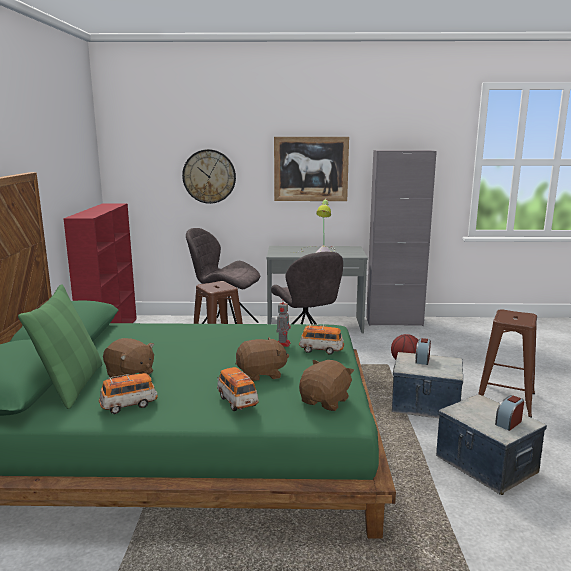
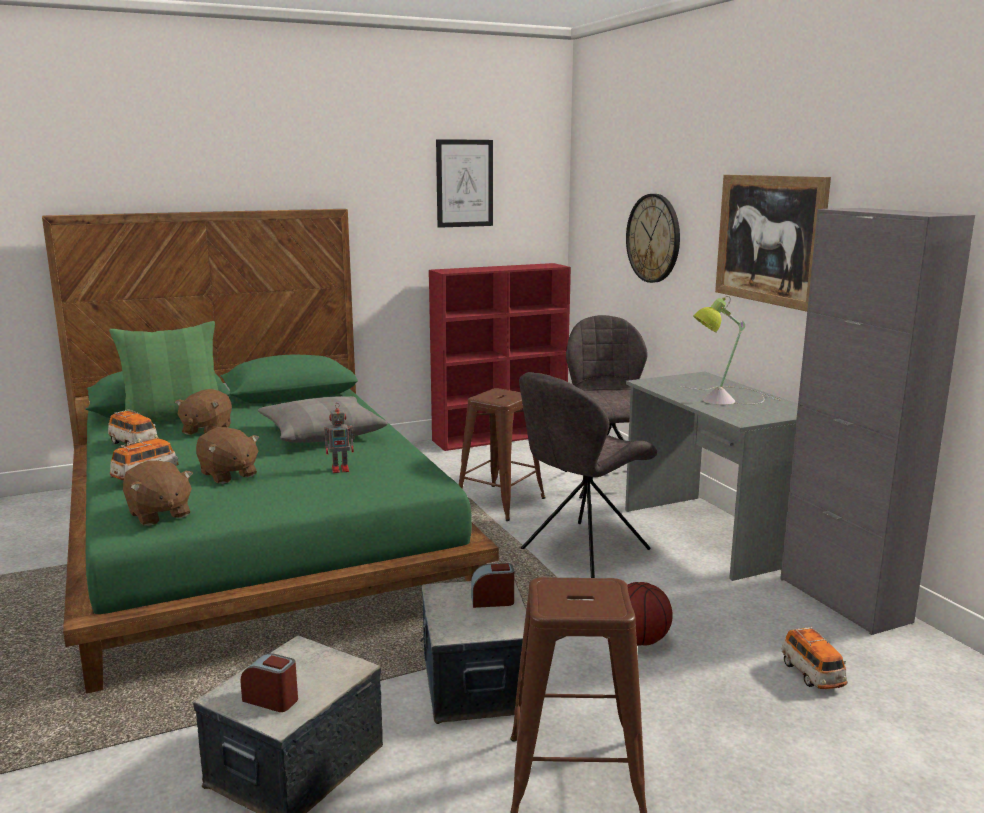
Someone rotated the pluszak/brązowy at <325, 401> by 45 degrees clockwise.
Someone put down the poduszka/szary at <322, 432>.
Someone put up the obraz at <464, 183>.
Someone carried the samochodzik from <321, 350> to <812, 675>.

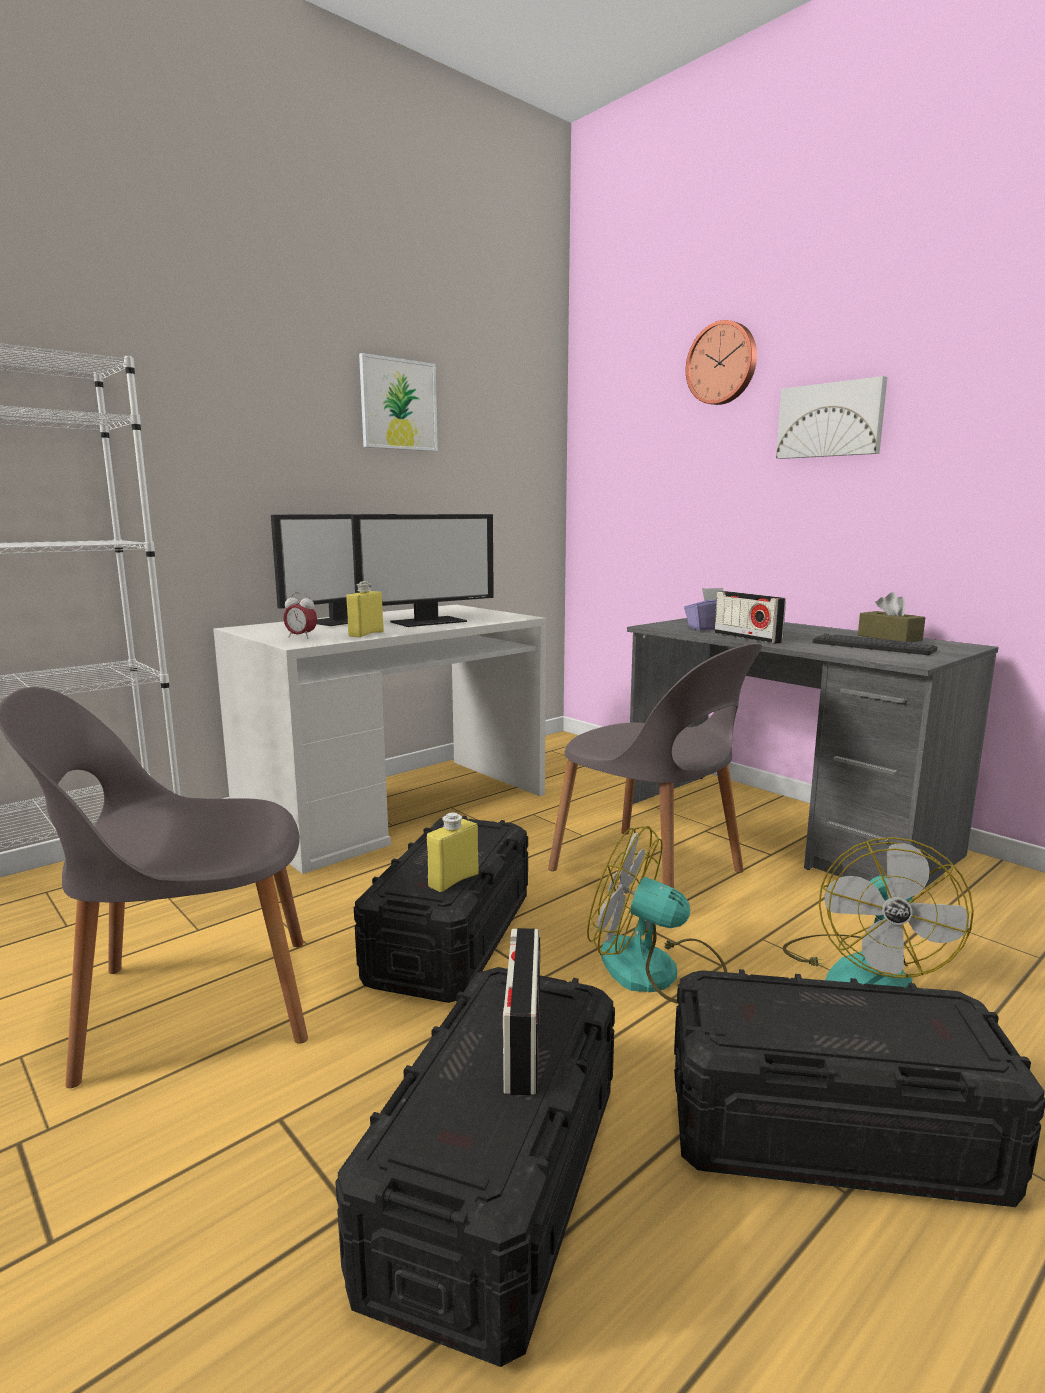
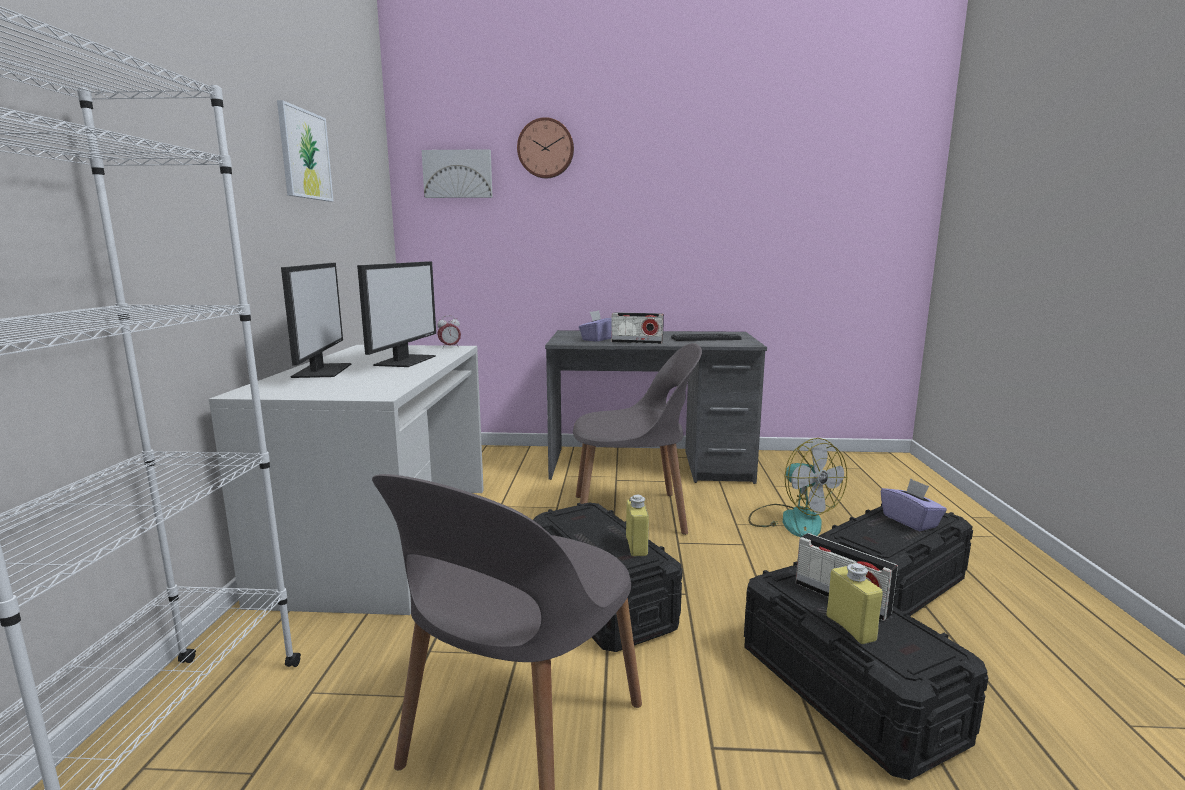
Someone carried the obraz from <831, 420> to <458, 174>.
Someone carried the budzik from <301, 637> to <449, 347>.
Someone carried the butelka/żółty from <366, 634> to <850, 628>.
Someone put down the pudełko chusteczek/fioletowy at <910, 521>.
Someone took away the wentylator at <657, 972>.
Someone took away the pudełko chusteczek/brązowy at <889, 638>.

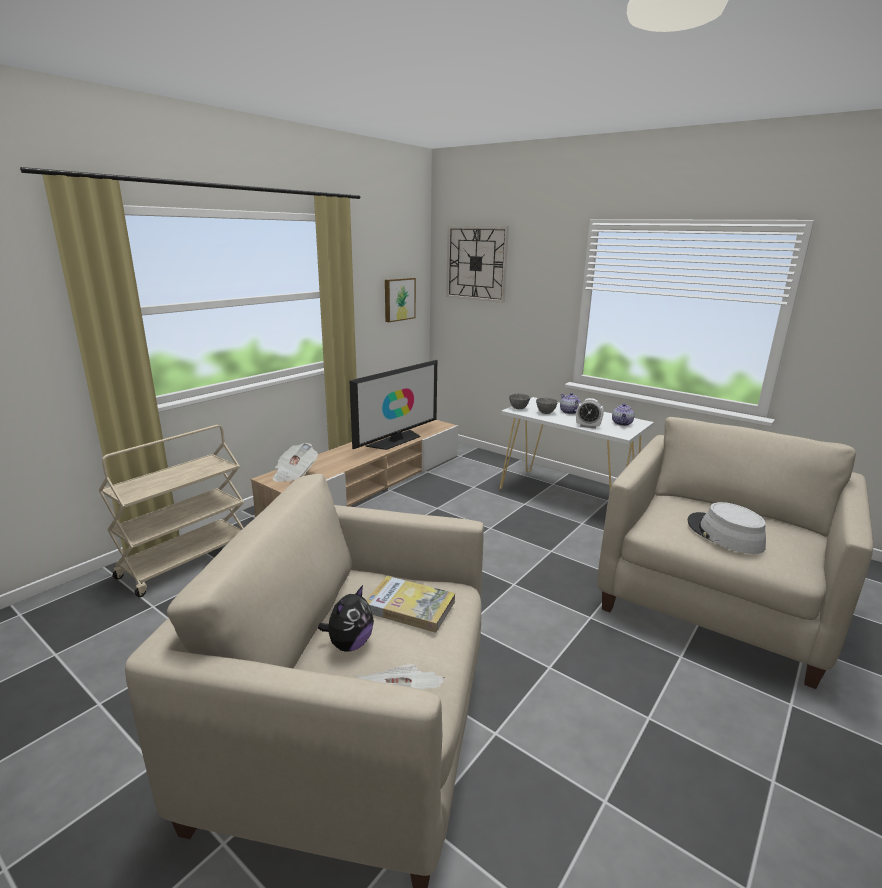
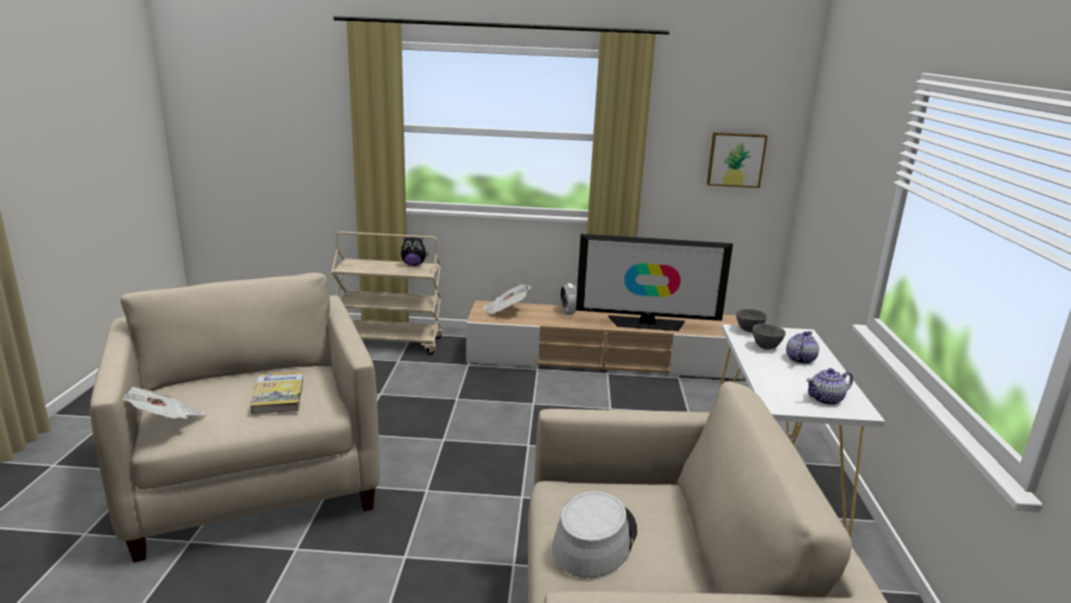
Someone carried the pluszak from <349, 644> to <414, 265>.
Someone carried the budzik from <588, 426> to <568, 311>.
Someone took away the zegar ścienny at <476, 263>.

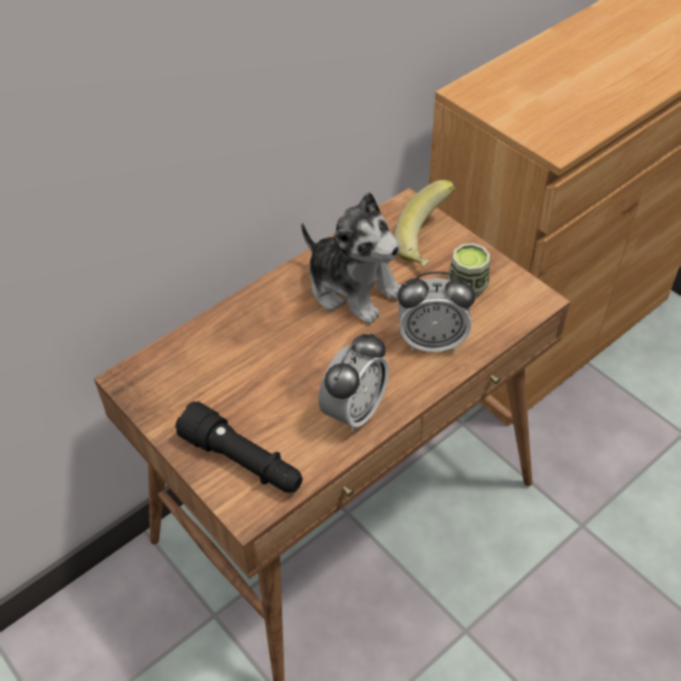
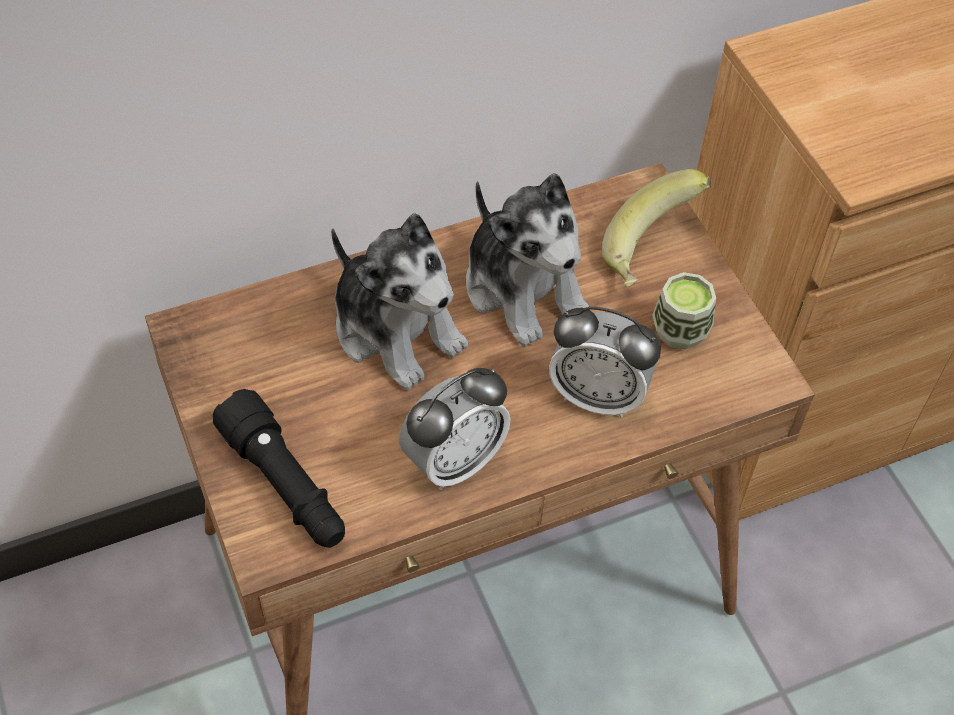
Someone put down the pluszak at <396, 330>.

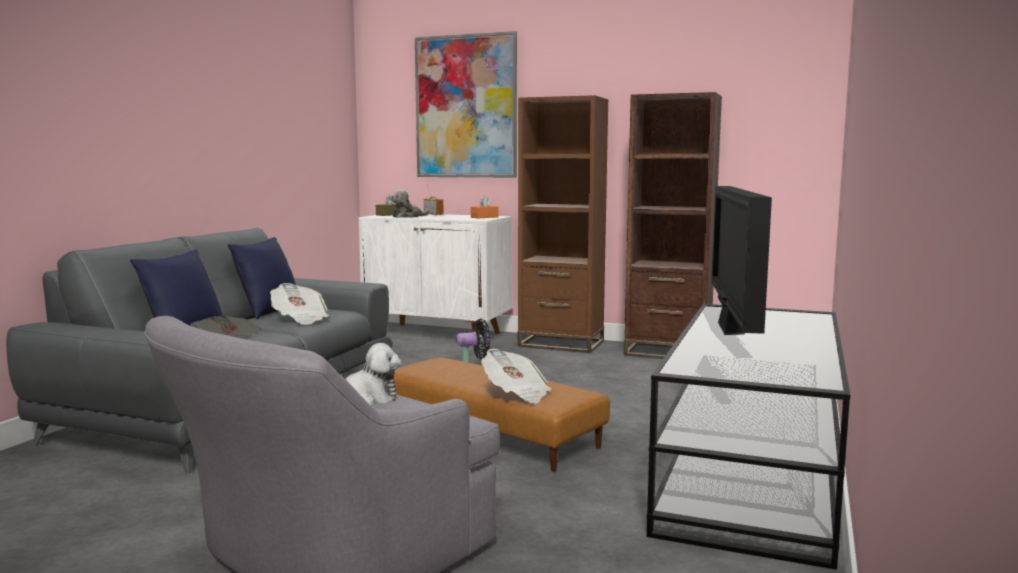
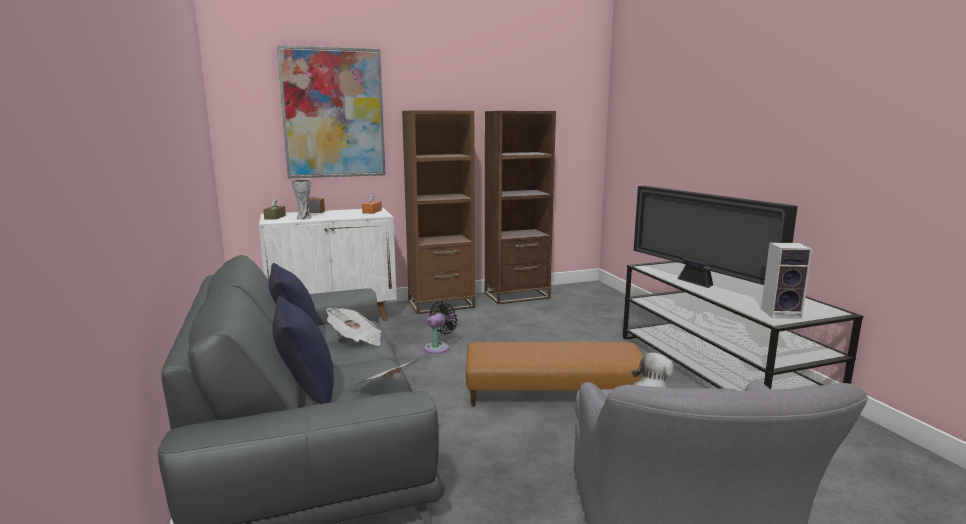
Someone swapped the pluszak at <408, 216> for the wazon at <304, 218>.
Someone put down the głośnik at <782, 313>.
Someone took away the gazeta at <516, 394>.

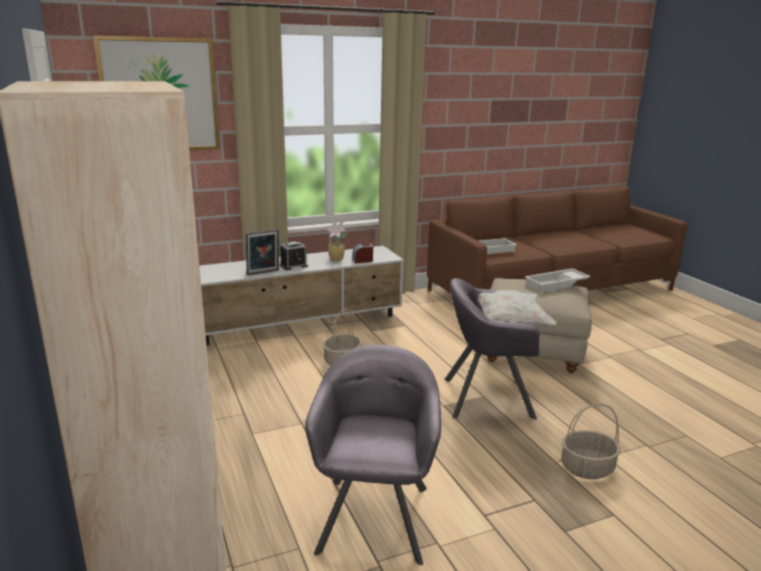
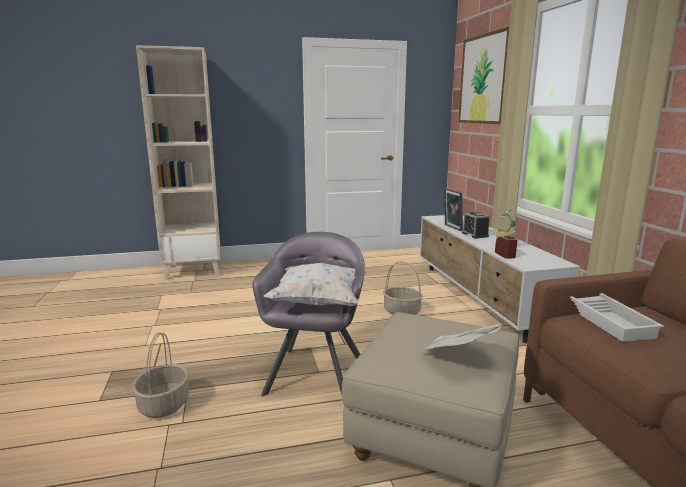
Someone swapped the taca/biały at <556, 284> for the gazeta at <459, 355>.
Someone took away the fotel/szary at <375, 517>.

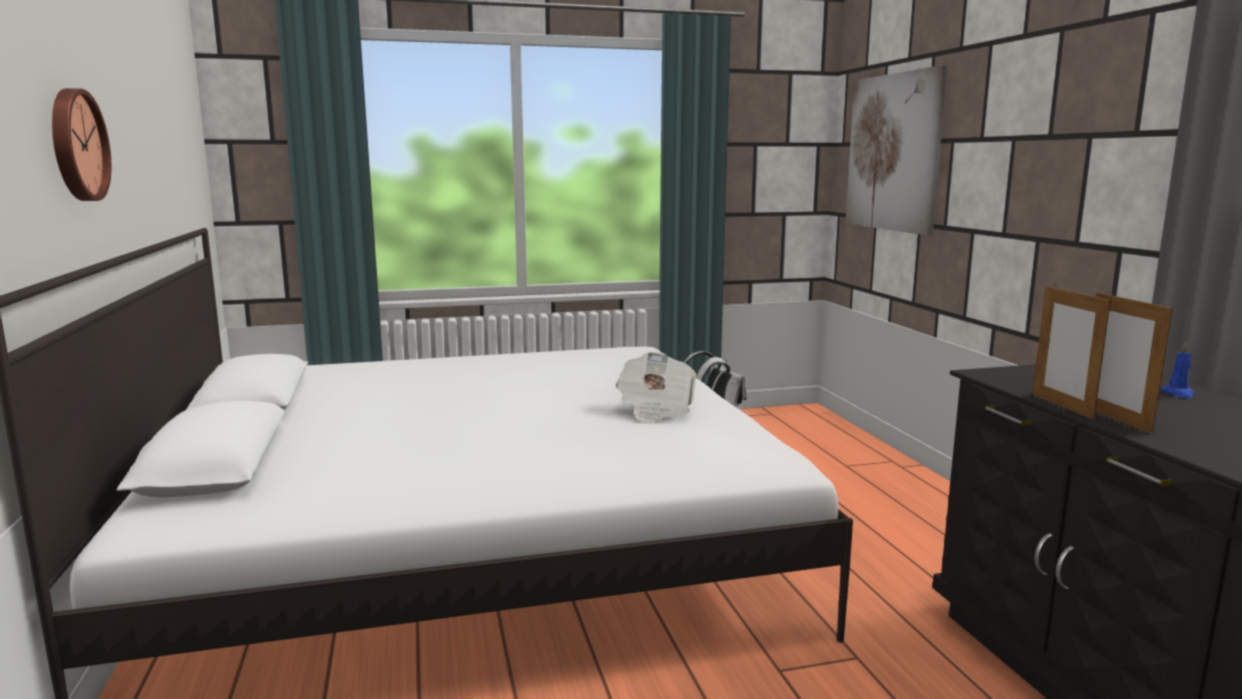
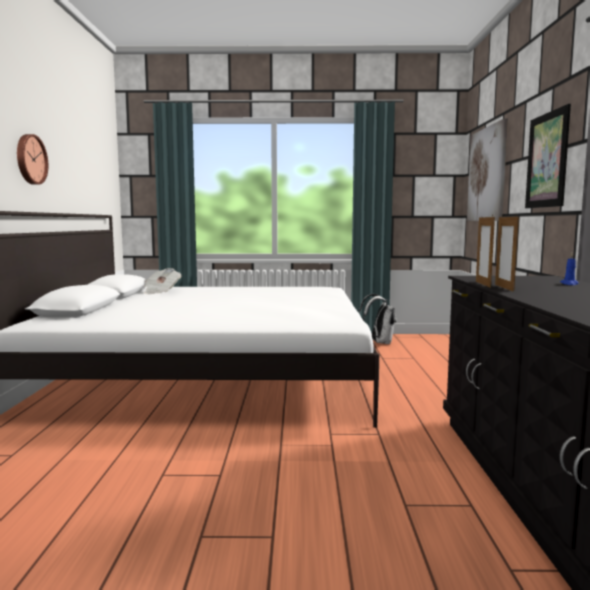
Someone carried the gazeta from <655, 408> to <161, 292>.
Someone put up the obraz at <547, 160>.

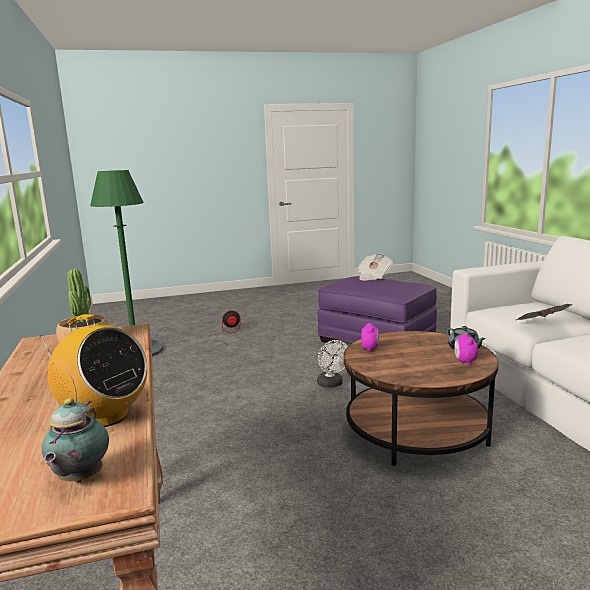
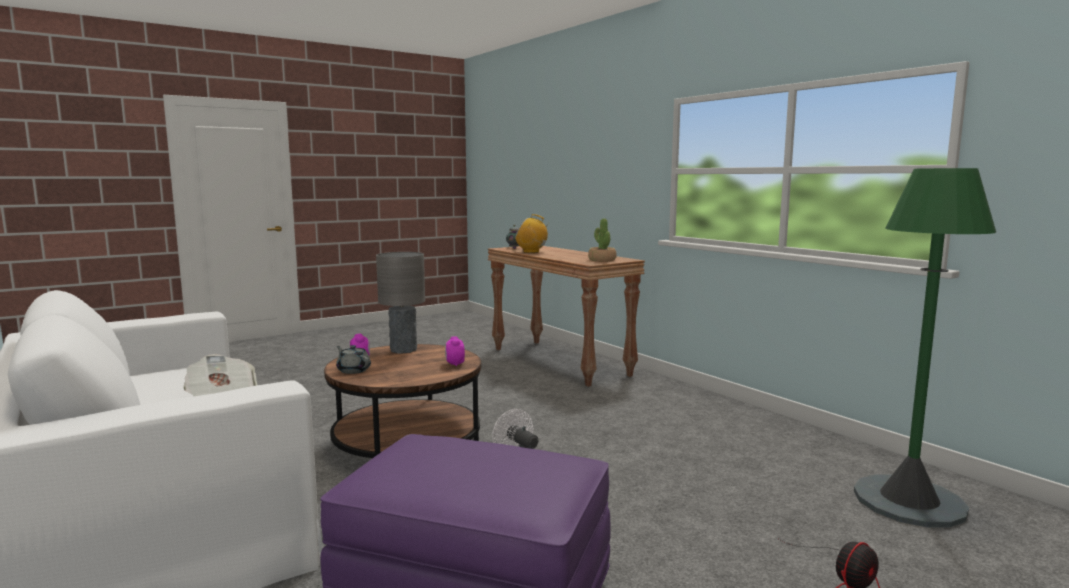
Someone put down the lampa stołowa/szary at <403, 350>.
Someone took away the gazeta at <373, 277>.

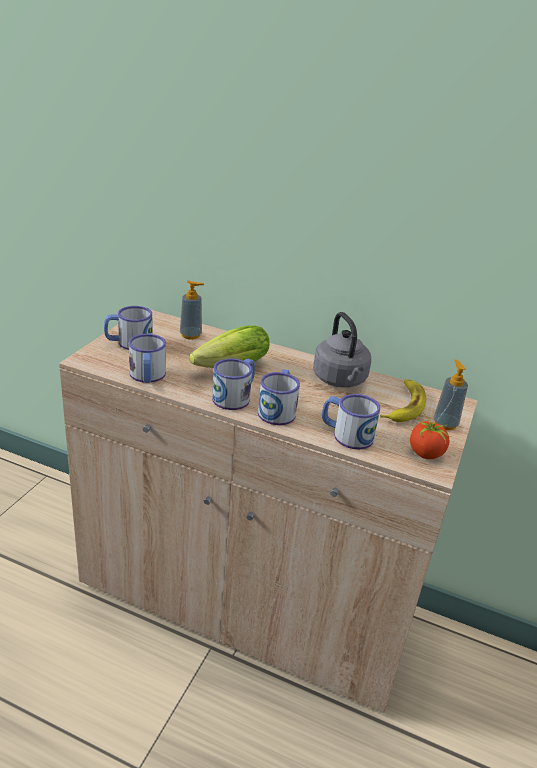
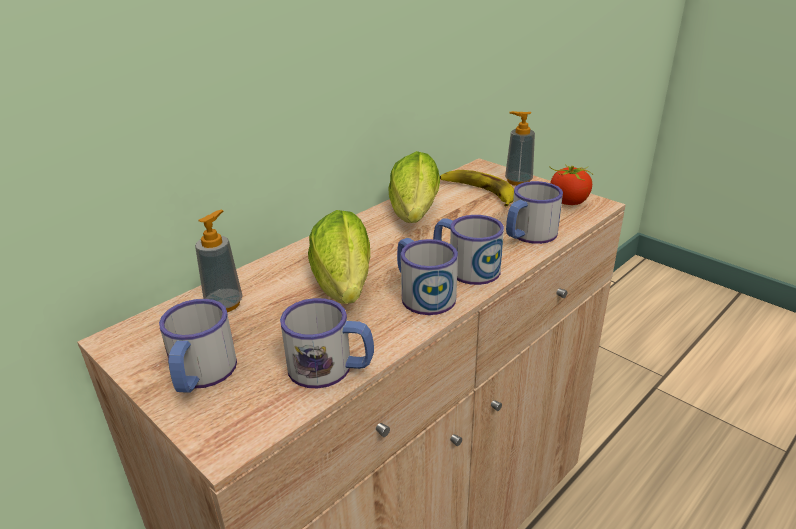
Someone swapped the czajnik/szary at <340, 380> for the sałata at <414, 215>.

